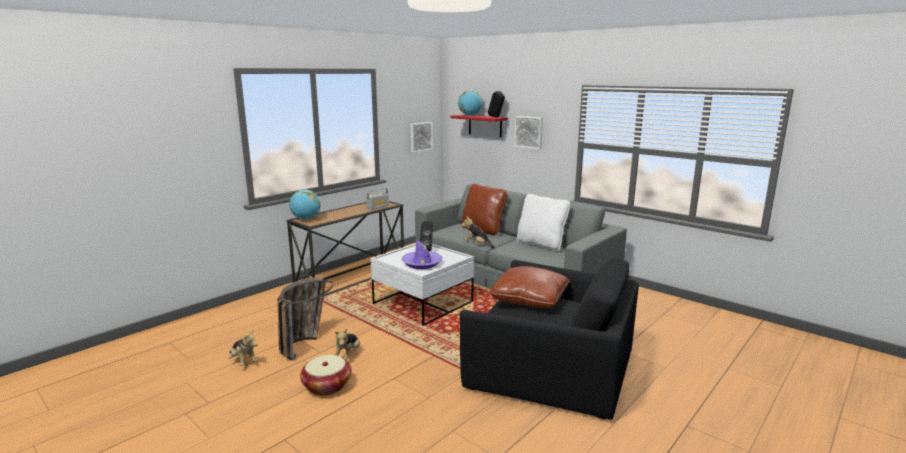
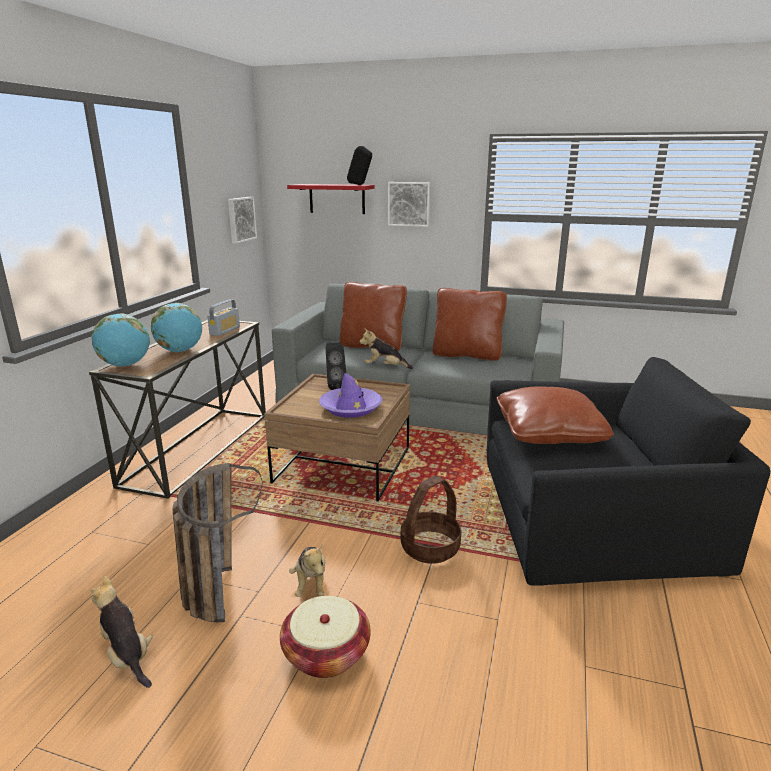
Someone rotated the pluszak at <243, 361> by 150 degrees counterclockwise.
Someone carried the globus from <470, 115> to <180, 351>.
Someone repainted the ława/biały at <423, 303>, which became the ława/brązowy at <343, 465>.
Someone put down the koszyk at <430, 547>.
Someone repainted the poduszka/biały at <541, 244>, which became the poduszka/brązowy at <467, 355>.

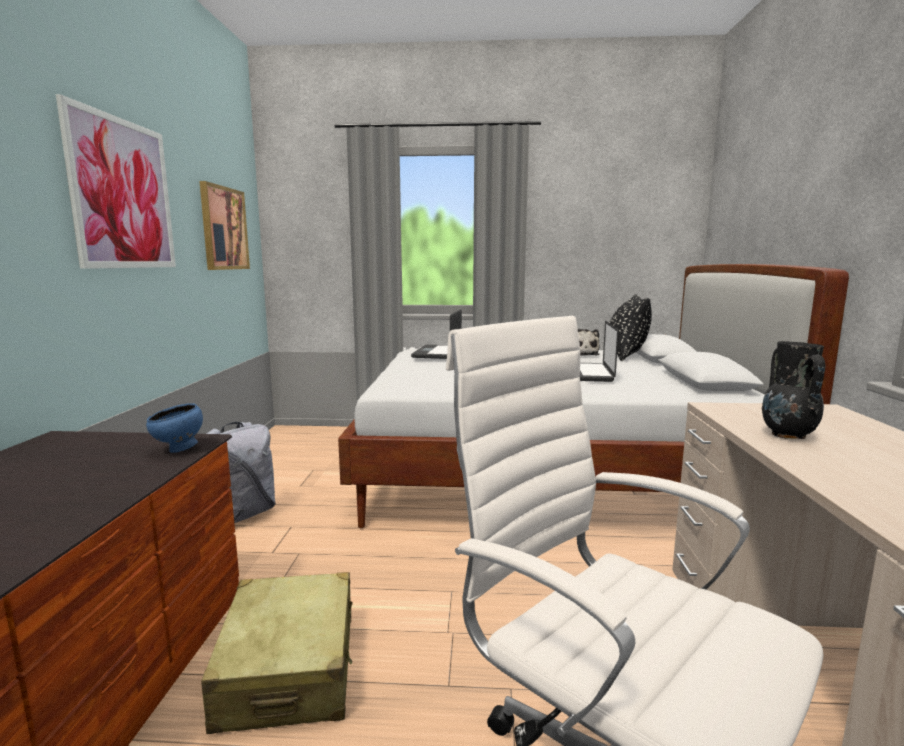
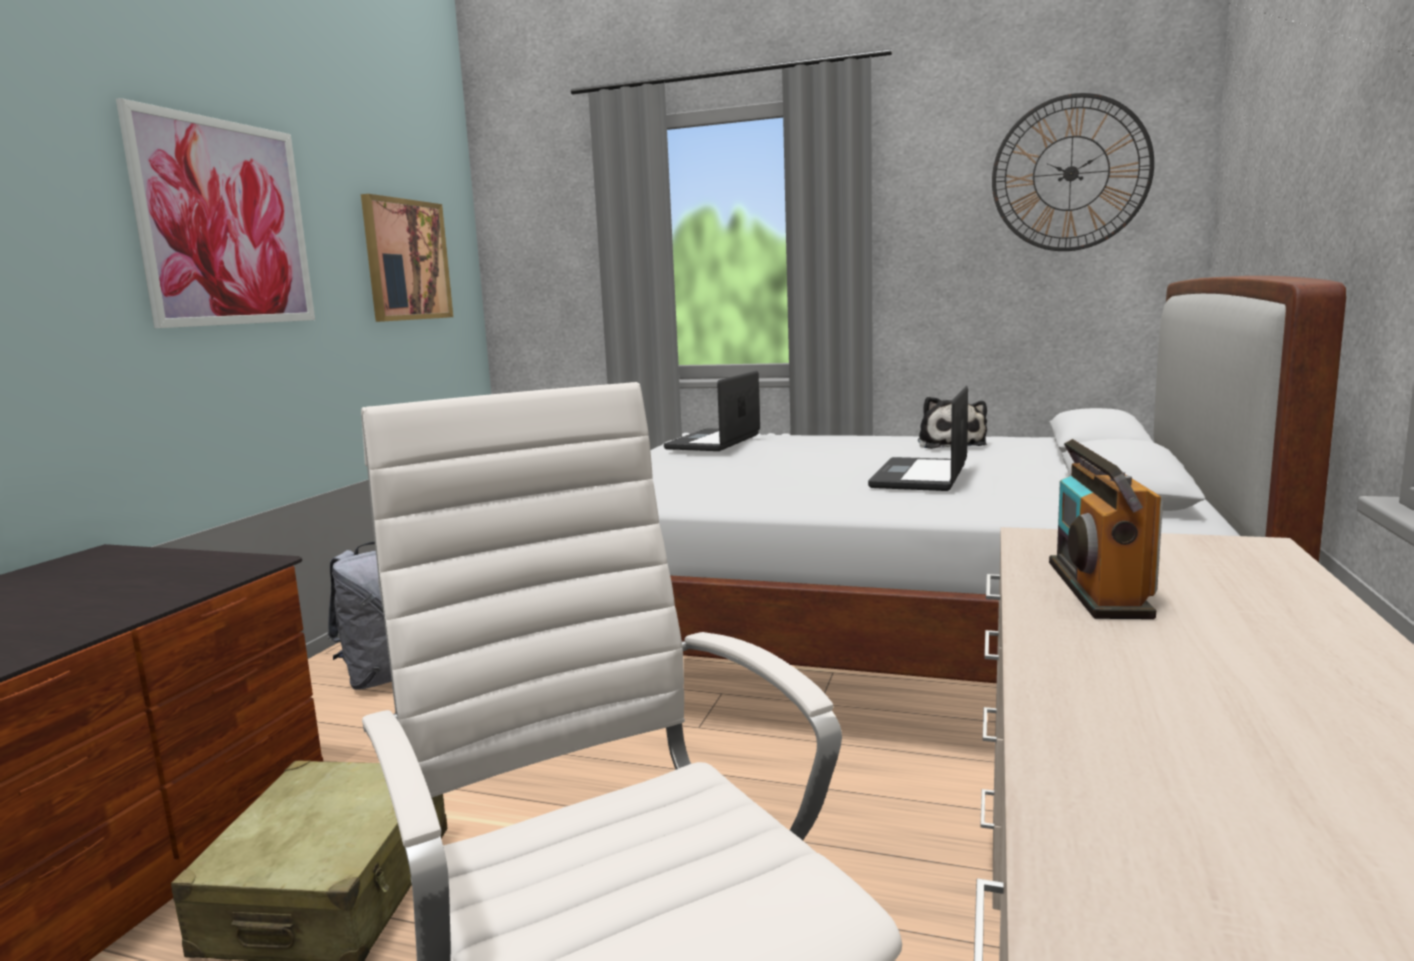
Someone put up the zegar ścienny at <1070, 173>.
Someone swapped the wazon/czarny at <788, 435> for the radio at <1096, 589>.
Someone took away the miska/niebieski at <179, 450>.
Someone took away the poduszka/czarny at <625, 355>.

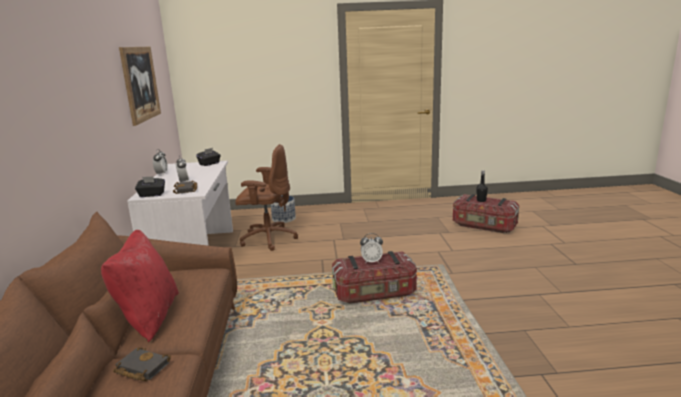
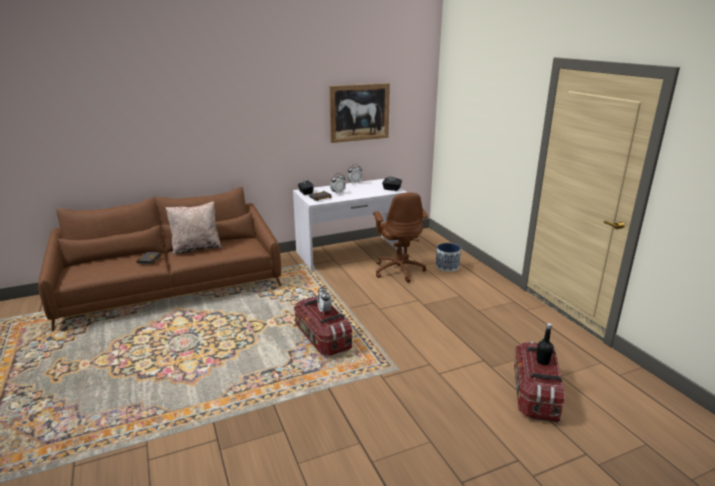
Someone repainted the poduszka/czerwony at <148, 317>, which became the poduszka/beżowy at <196, 248>.

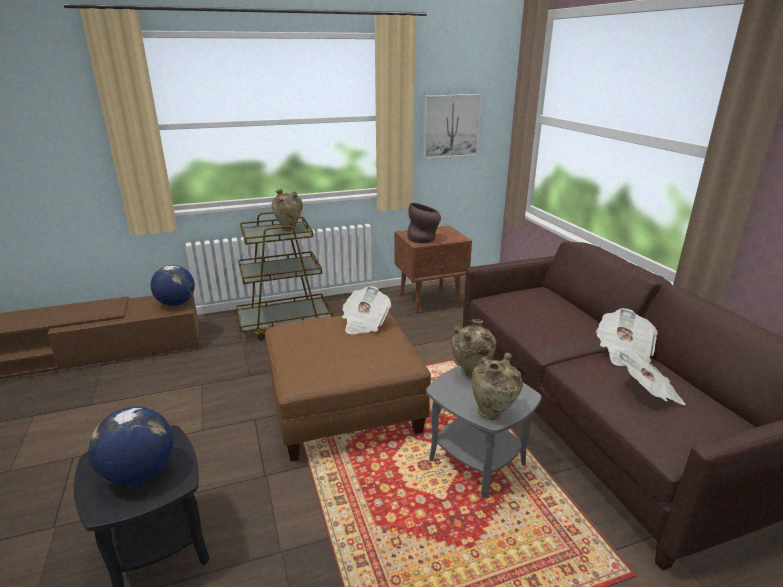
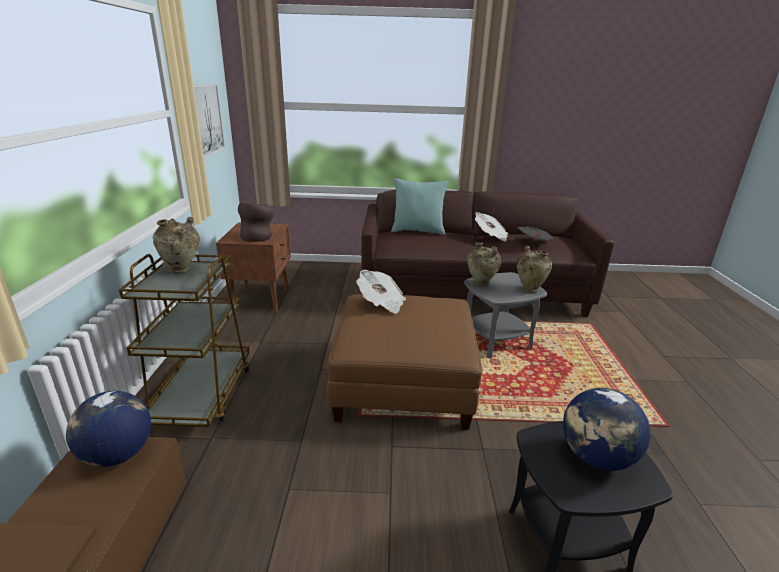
Someone put down the poduszka/turkusowy at <418, 231>.

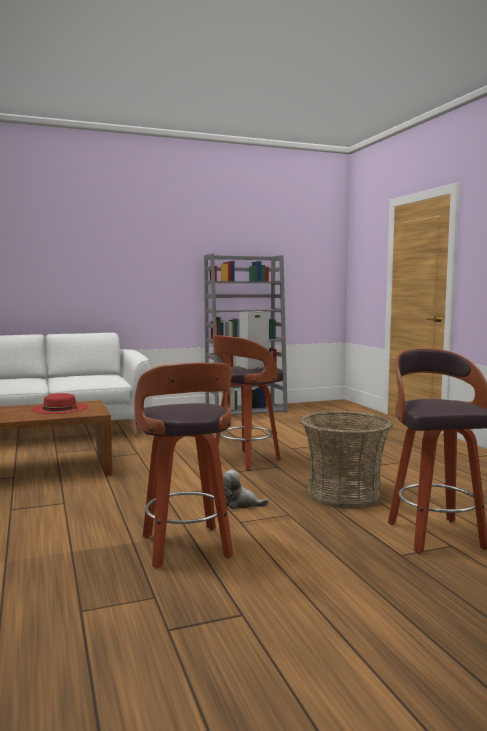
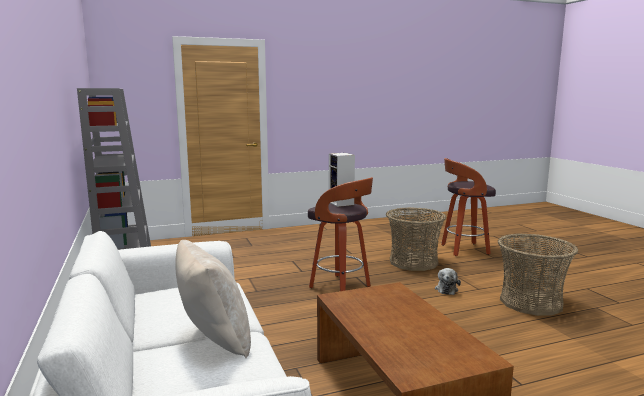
Someone put down the poduszka/beżowy at <213, 338>.
Someone swapped the stołek at <187, 548> for the koszyk at <531, 302>.
Someone took away the kapelusz/czerwony at <60, 408>.

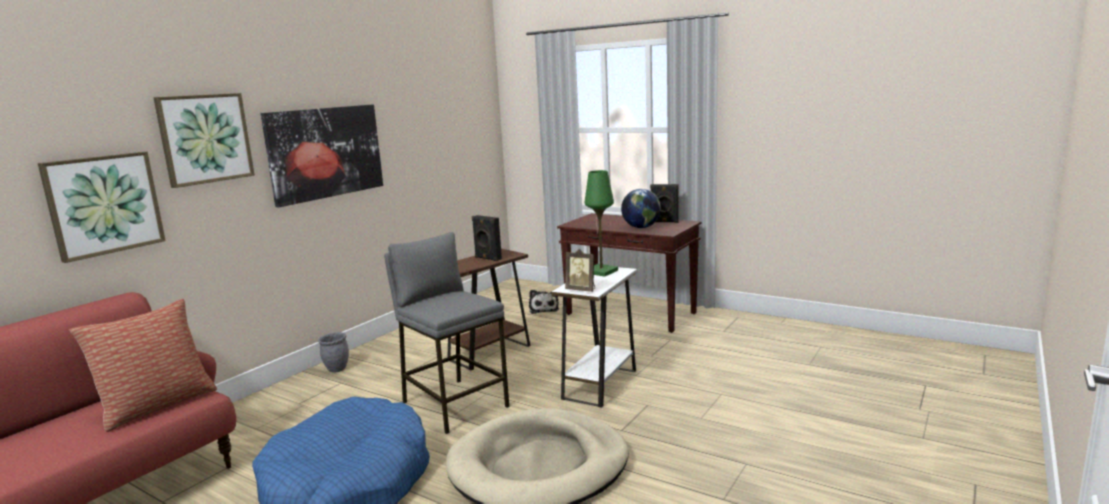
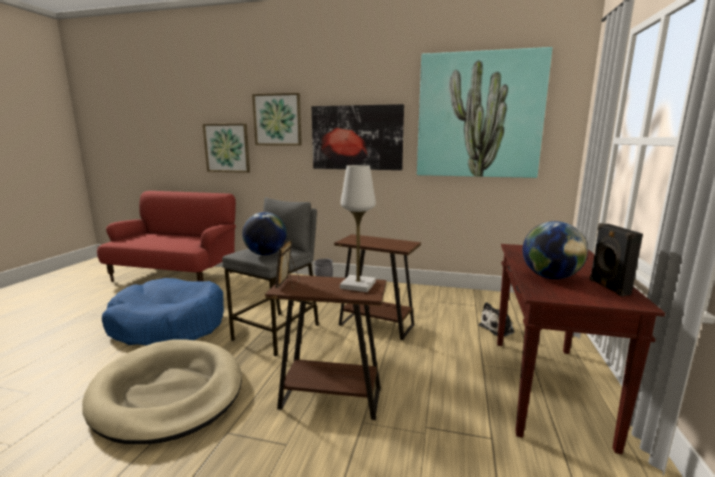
Someone put down the globus at <266, 254>.
Someone repainted the stolik/biały at <600, 384>, which became the stolik/brązowy at <330, 398>.
Someone repainted the lampa stołowa/zielony at <601, 272>, which became the lampa stołowa/biały at <358, 285>.
Someone put up the obraz at <479, 116>.
Someone took away the poduszka at <157, 405>.
Someone took away the głośnik/czarny at <487, 258>.

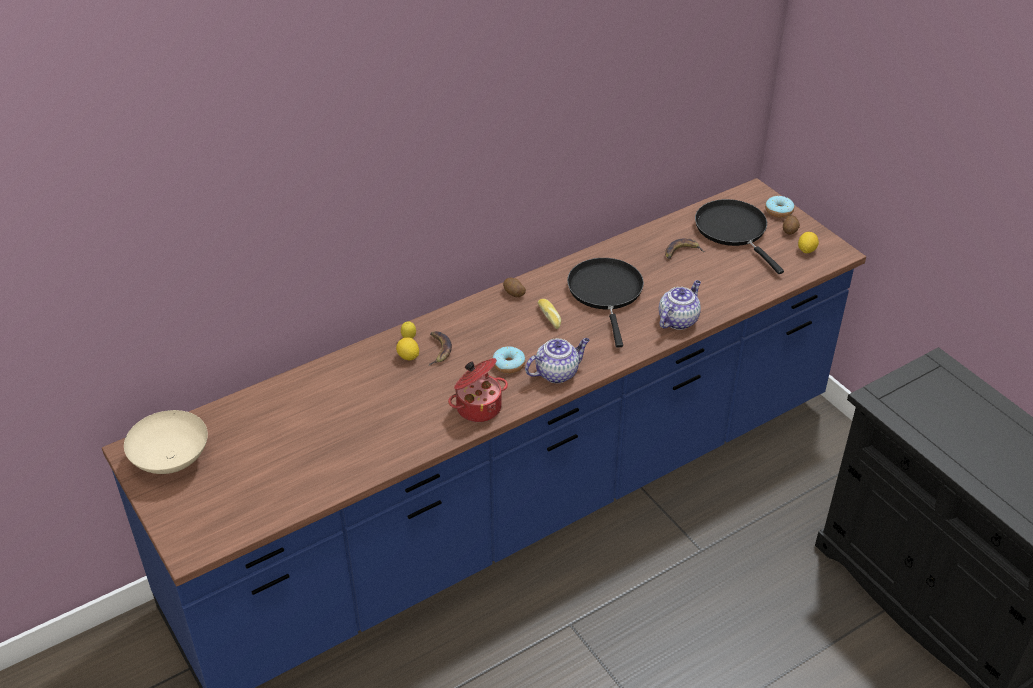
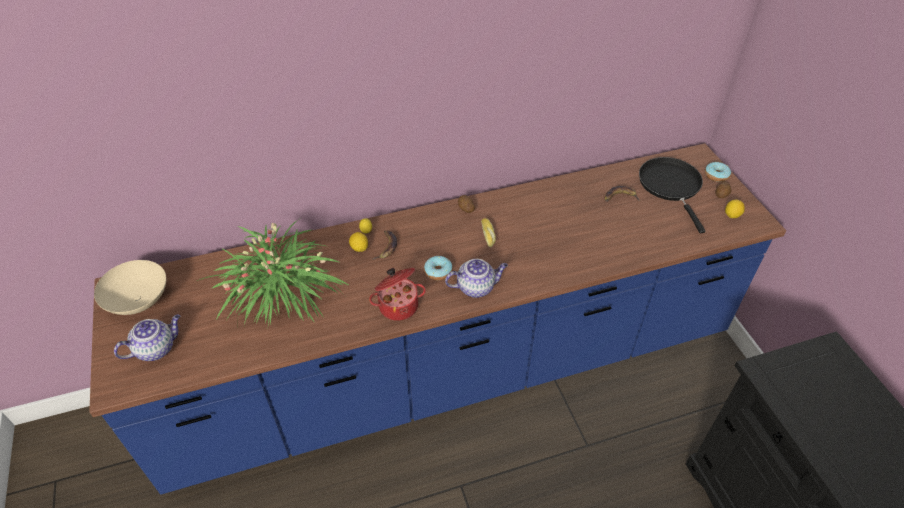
Someone carried the imbryk from <678, 320> to <156, 348>.
Someone put down the roślina doniczkowa at <282, 294>.
Someone took away the patelnia/czarny at <606, 292>.

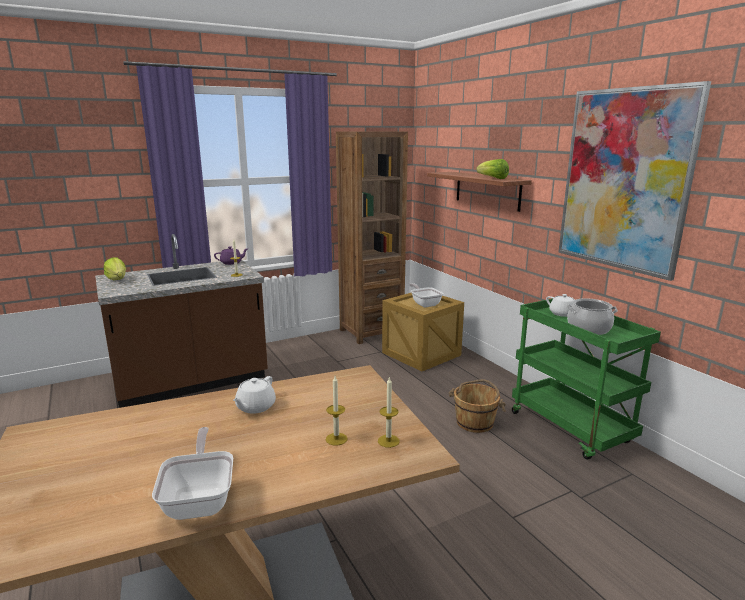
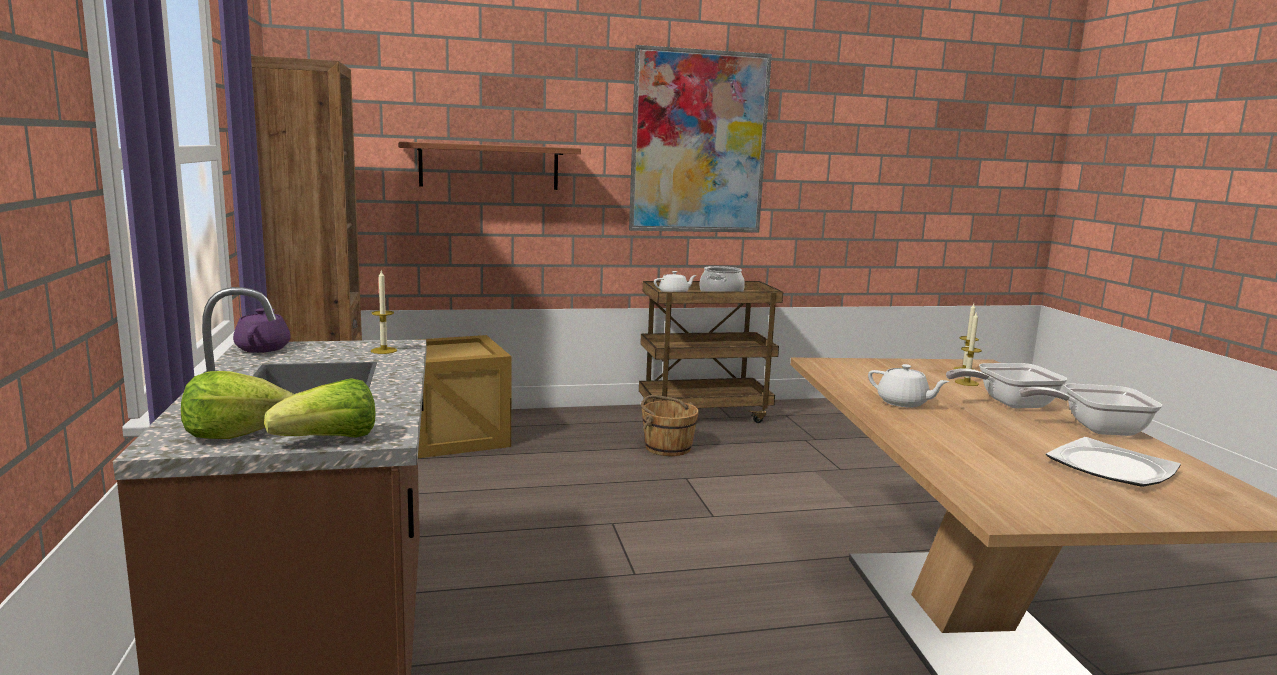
Someone carried the sałata from <493, 178> to <329, 440>.
Someone repainted the wózek/zielony at <571, 428>, which became the wózek/brązowy at <704, 414>.
Someone carried the patelnia from <424, 304> to <1008, 403>.
Someone put down the talerz at <1110, 467>.

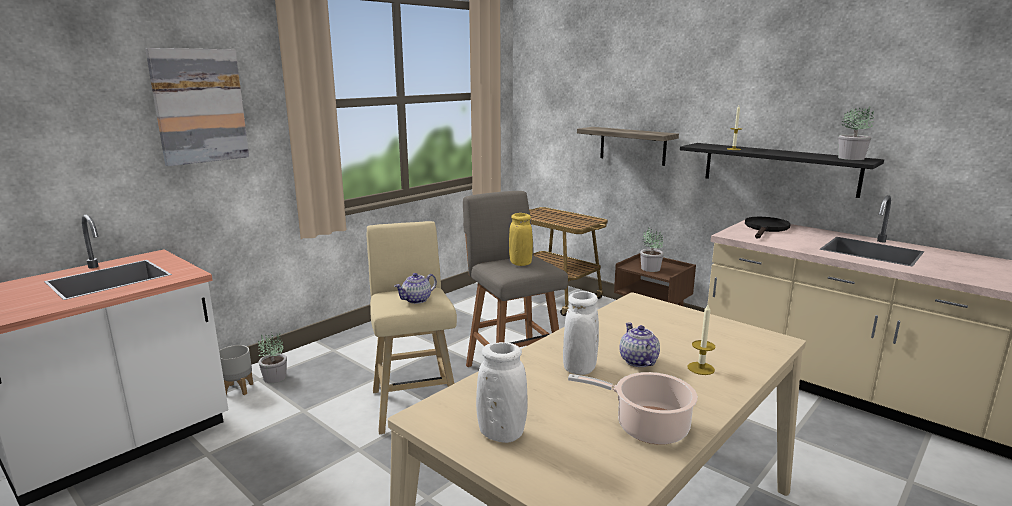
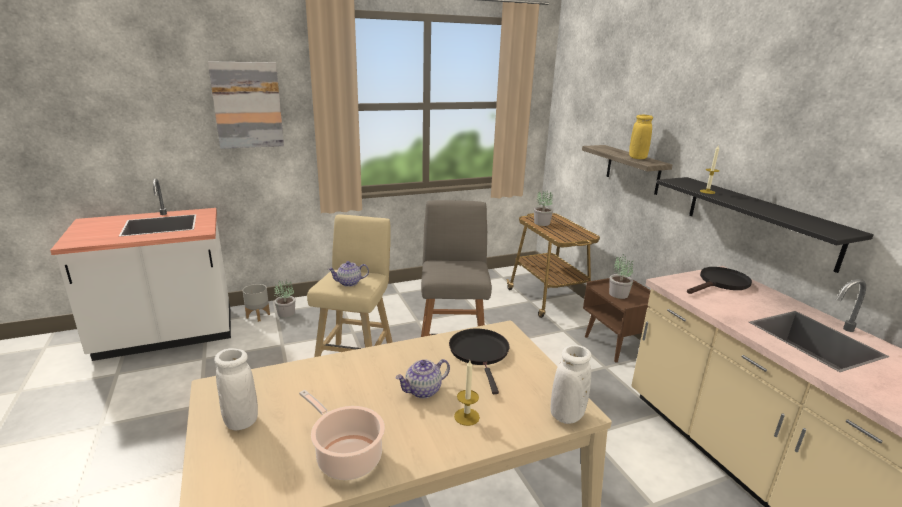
Someone rotated the imbryk at <637, 361> by 135 degrees counterclockwise.
Someone put down the patelnia/czarny at <480, 353>.
Someone carried the roślina doniczkowa from <851, 158> to <542, 223>.
Someone carried the wazon/biały from <579, 369> to <566, 415>.
Someone carried the wazon/żółty from <520, 263> to <637, 158>.

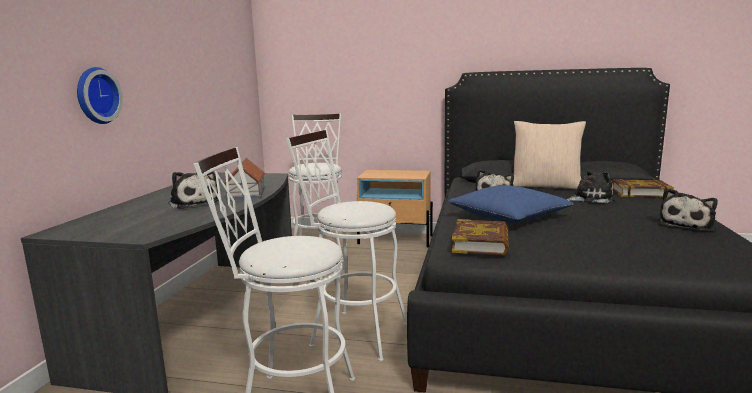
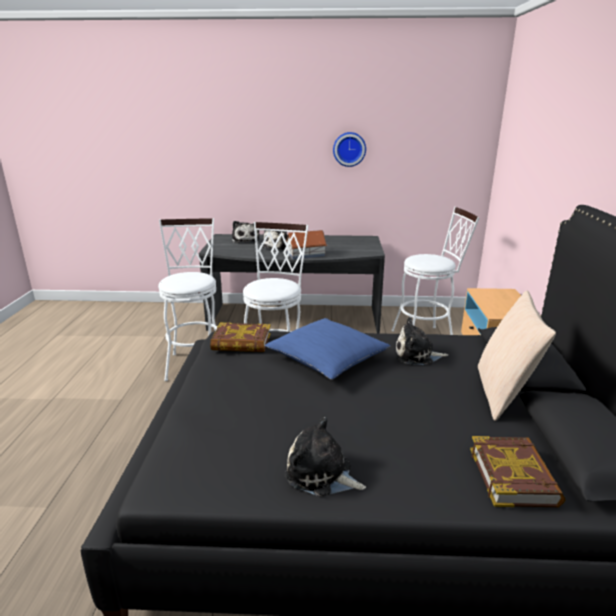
Someone carried the pluszak from <589, 199> to <245, 240>.
Someone carried the zegar ścienny from <95, 95> to <349, 149>.

